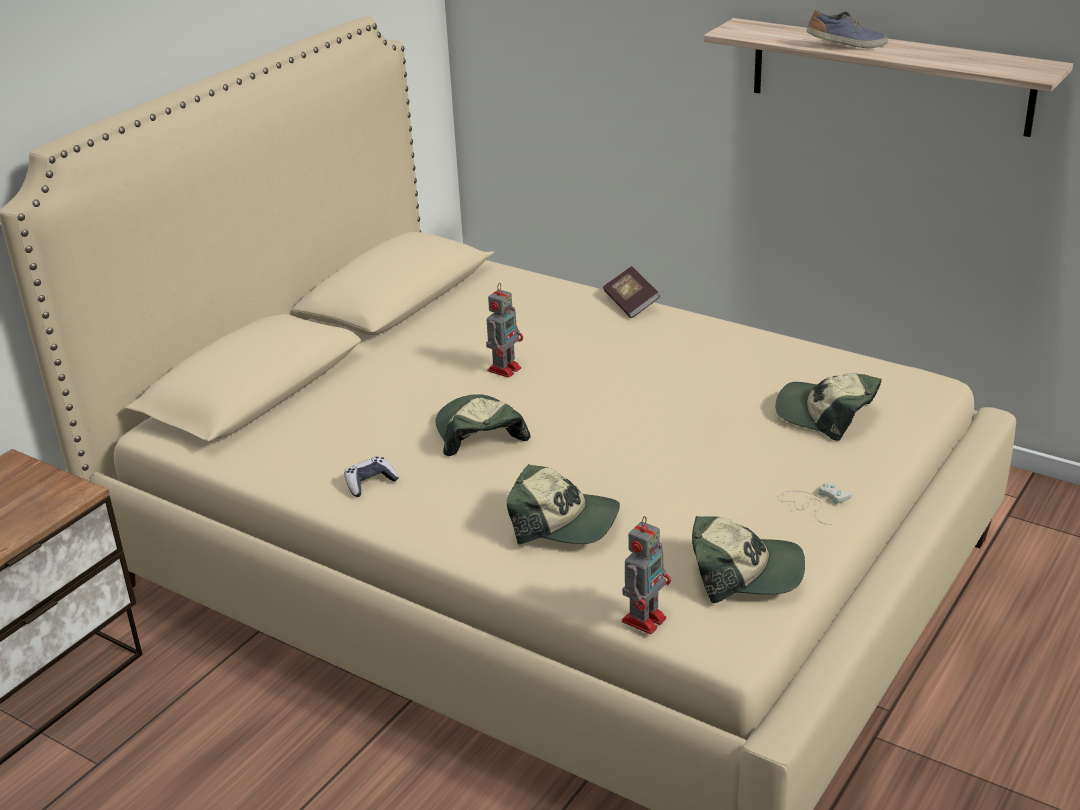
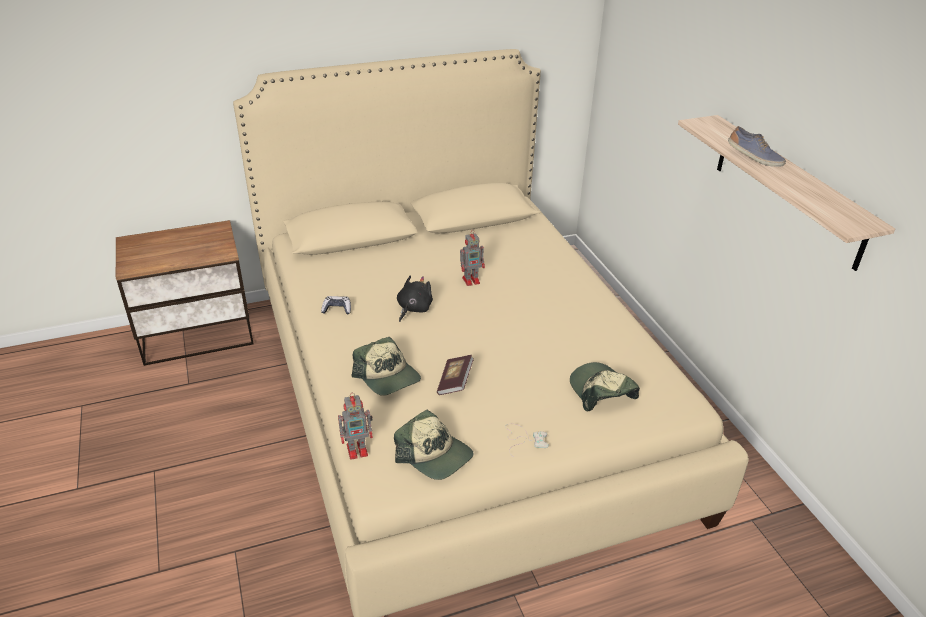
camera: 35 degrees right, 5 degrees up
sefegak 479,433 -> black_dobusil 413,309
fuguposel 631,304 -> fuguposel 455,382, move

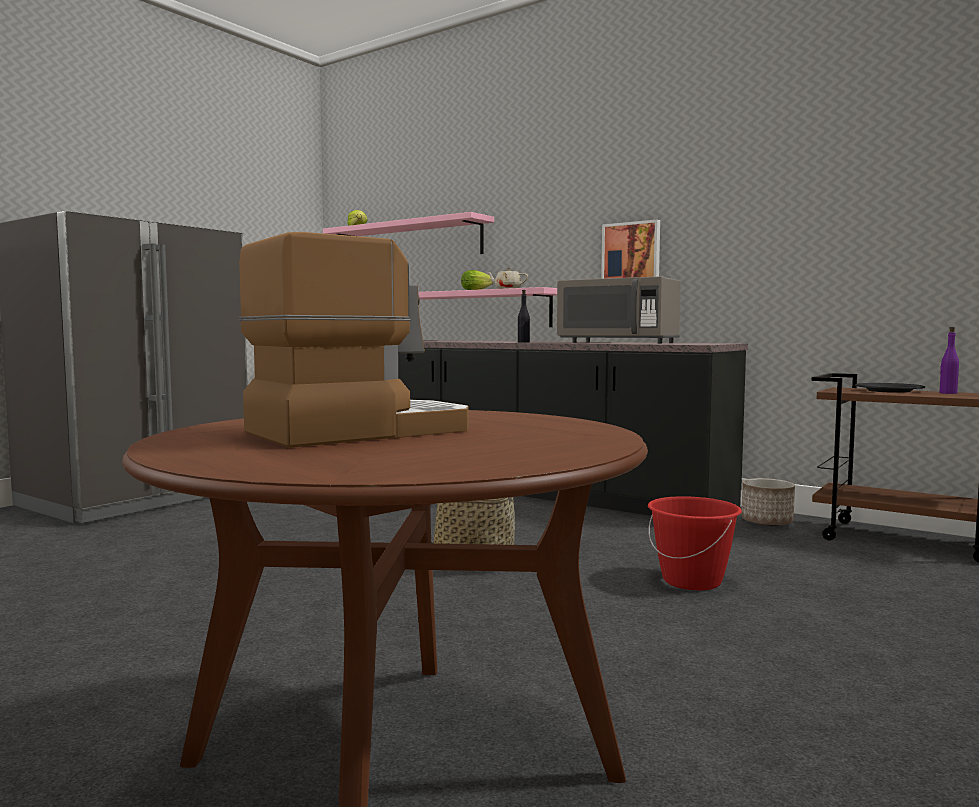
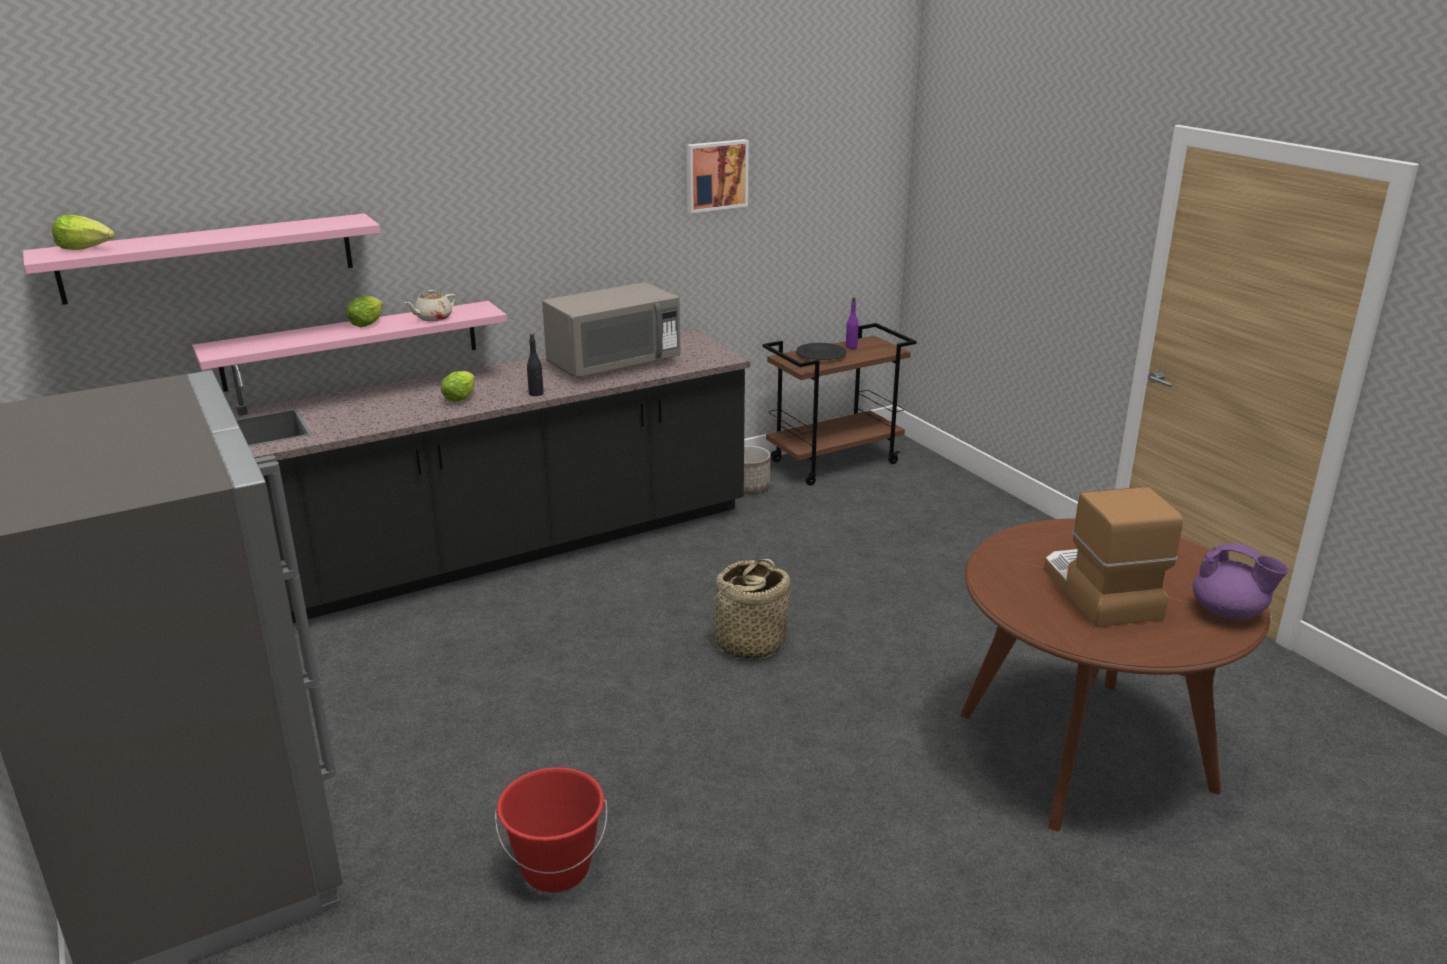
camera: 65 degrees left, 20 degrees up
none -> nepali 461,397
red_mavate 692,581 -> red_mavate 556,869, move
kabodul 631,252 -> kabodul 715,175, move
none -> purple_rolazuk 1229,612

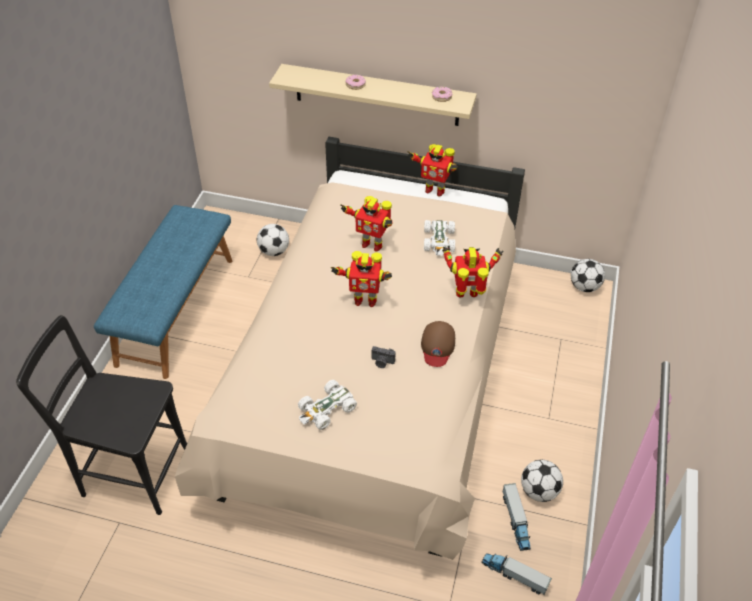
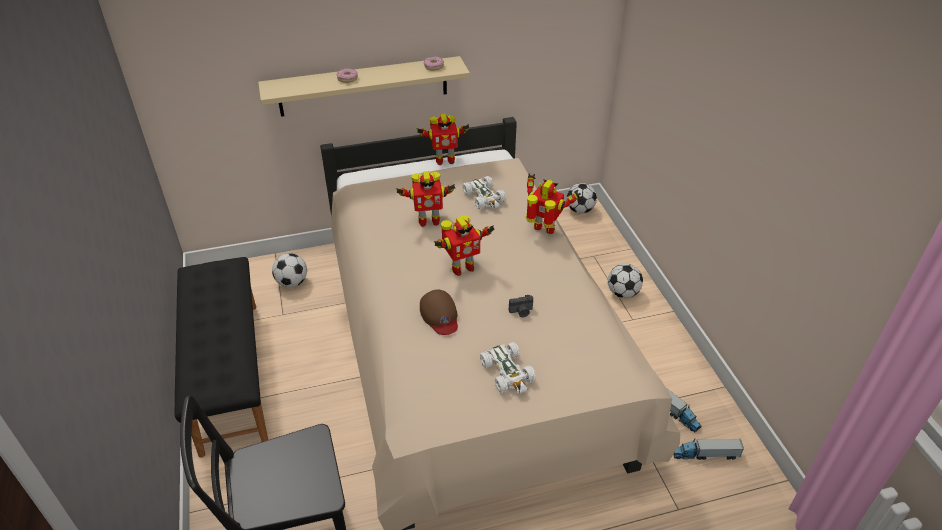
camera: 30 degrees left, 5 degrees down
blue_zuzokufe 175,310 -> black_zuzokufe 228,374
brown_sefegak 437,346 -> brown_sefegak 439,315, move
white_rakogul 326,409 -> white_rakogul 508,372, 45 degrees counterclockwise
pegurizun 467,295 -> pegurizun 544,230, 60 degrees clockwise
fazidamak 539,491 -> fazidamak 622,293, move

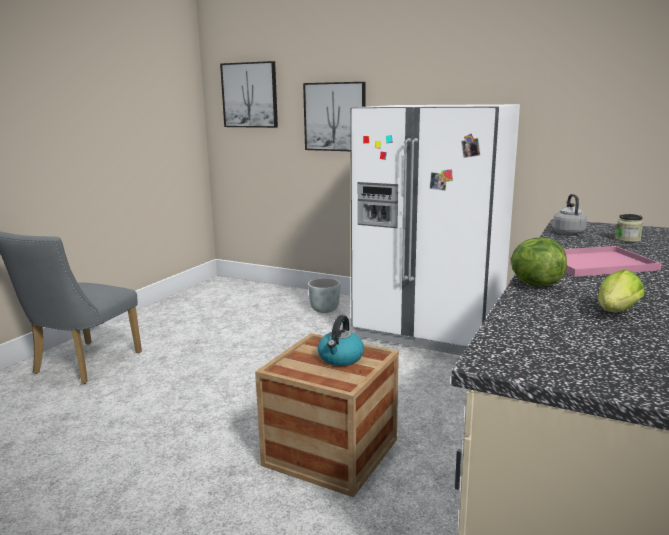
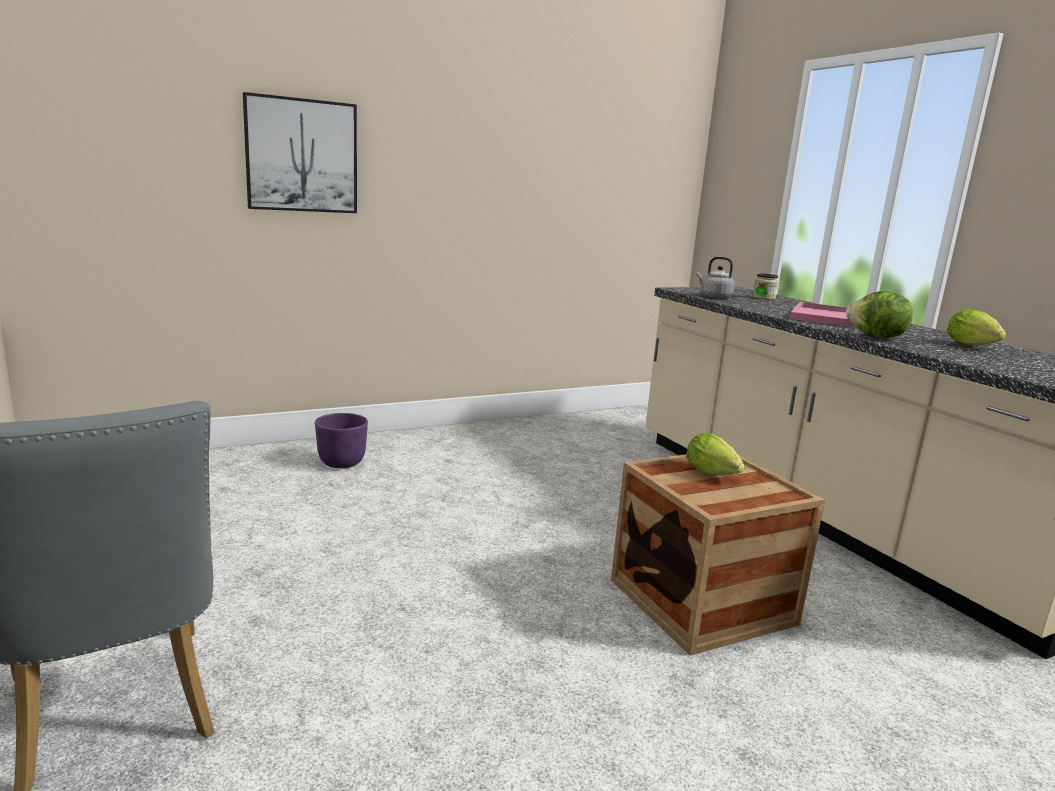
camera: 55 degrees left, 0 degrees up
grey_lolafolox 324,310 -> purple_lolafolox 342,463
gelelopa 340,358 -> nepali 714,475
kabodul 250,95 -> none
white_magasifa 430,329 -> none

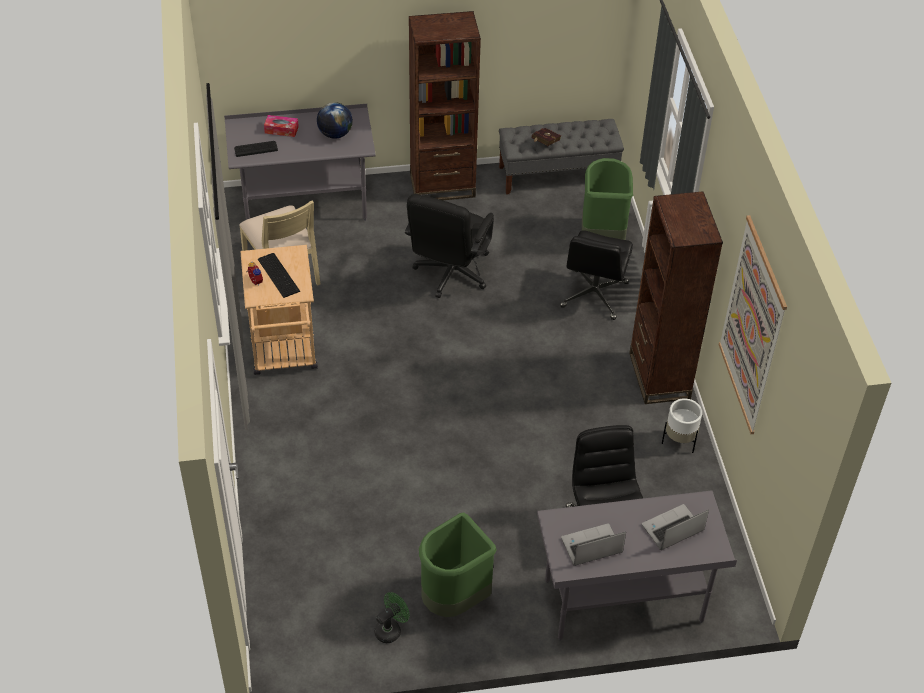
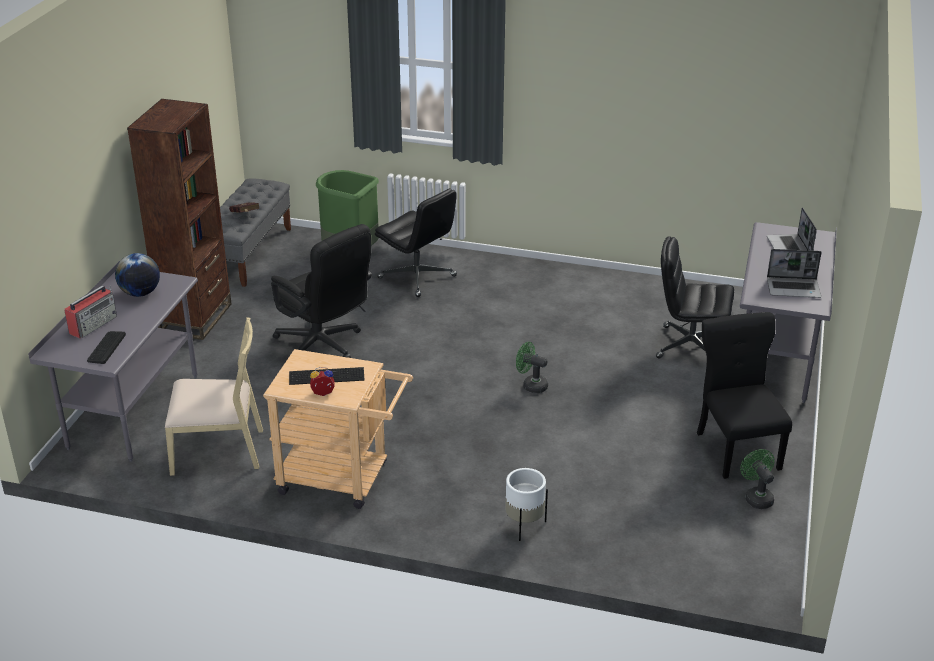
camera: 65 degrees left, 15 degrees down
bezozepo 281,130 -> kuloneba 94,324
white_lolafolox 679,441 -> white_lolafolox 524,525, move
none -> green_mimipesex 531,385
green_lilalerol 455,600 -> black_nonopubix 736,449
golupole 591,547 -> golupole 794,288, 90 degrees counterclockwise
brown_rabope 659,376 -> none
kabodul 752,326 -> none

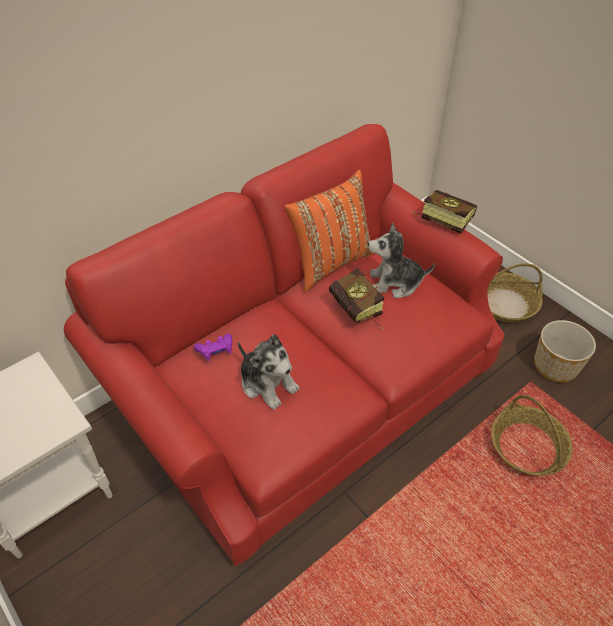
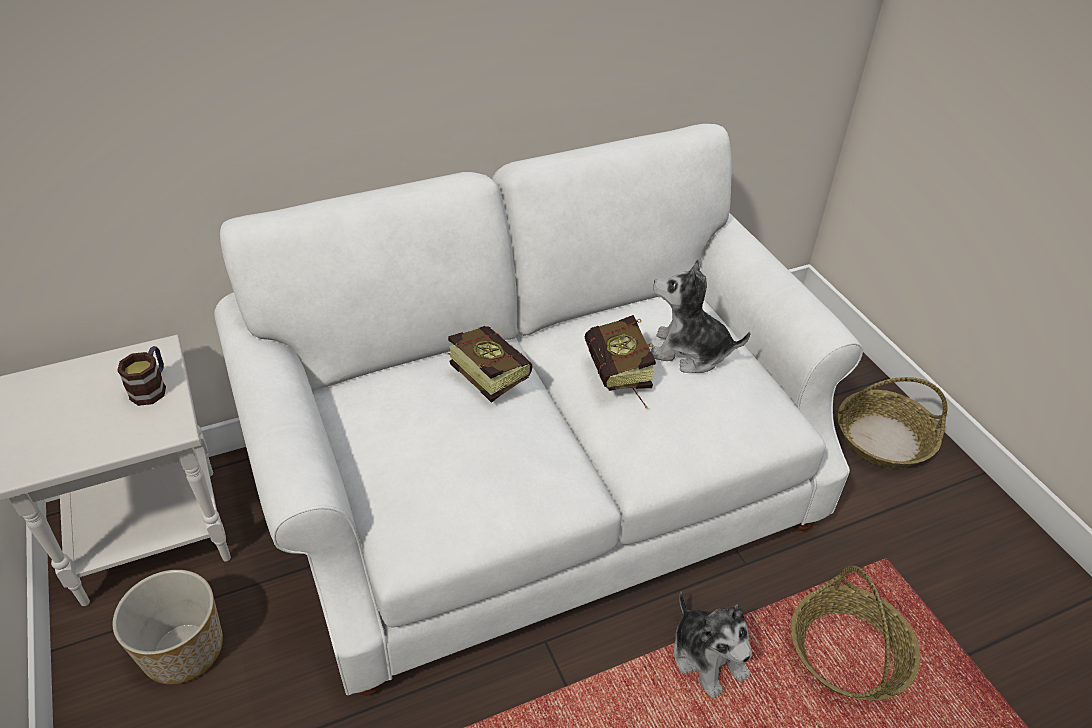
camera: 15 degrees right, 5 degrees down
lolafolox 555,366 -> lolafolox 182,650, move
none -> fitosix 152,387
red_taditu 306,389 -> white_taditu 542,486
fuguposel 441,219 -> fuguposel 484,372, move
dobusil 268,383 -> dobusil 708,657, move
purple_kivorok 216,351 -> none
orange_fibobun 330,262 -> none

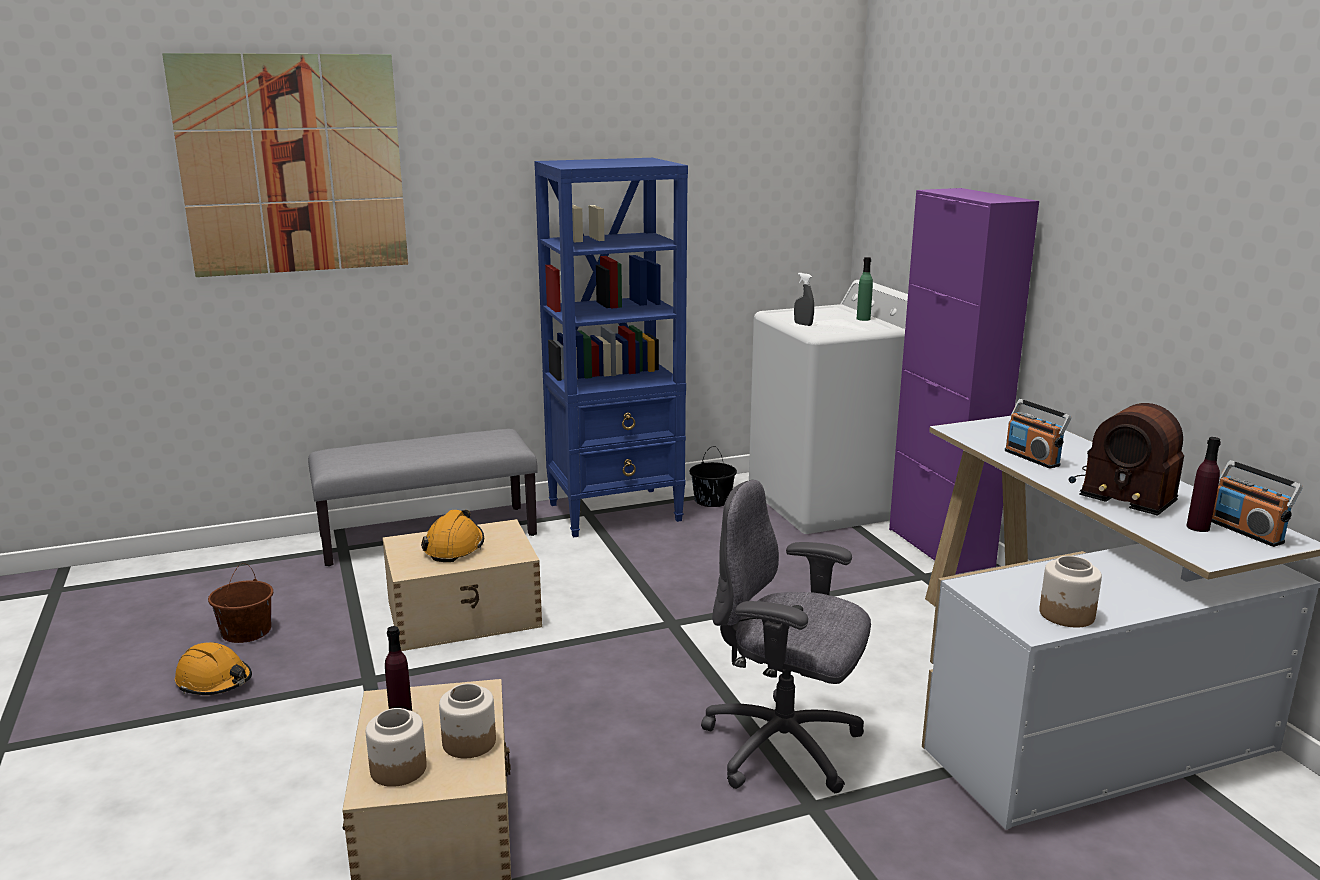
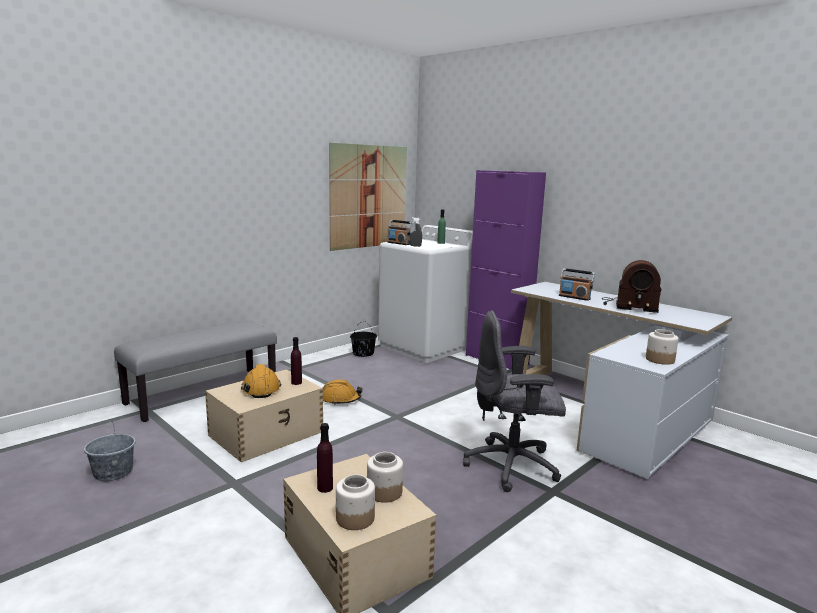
camera: 25 degrees left, 5 degrees down
brown_mavate 246,631 -> grey_mavate 113,472
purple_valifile 1198,527 -> purple_valifile 296,382, move
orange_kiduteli 214,681 -> orange_kiduteli 340,399, move
kabodul 293,165 -> kabodul 369,196, move
kuloneba 1246,532 -> kuloneba 398,243, move
blue_rabope 616,512 -> none

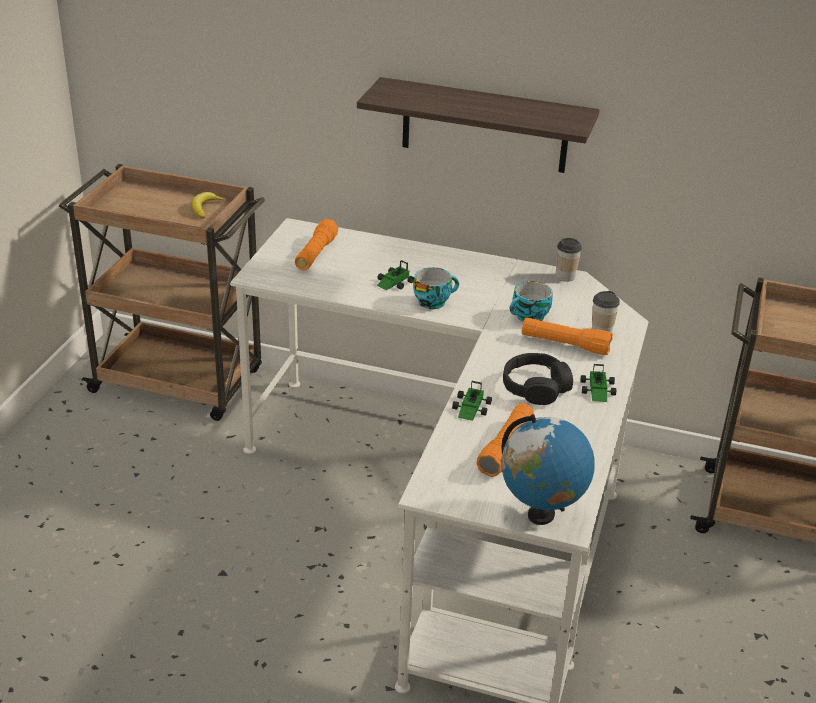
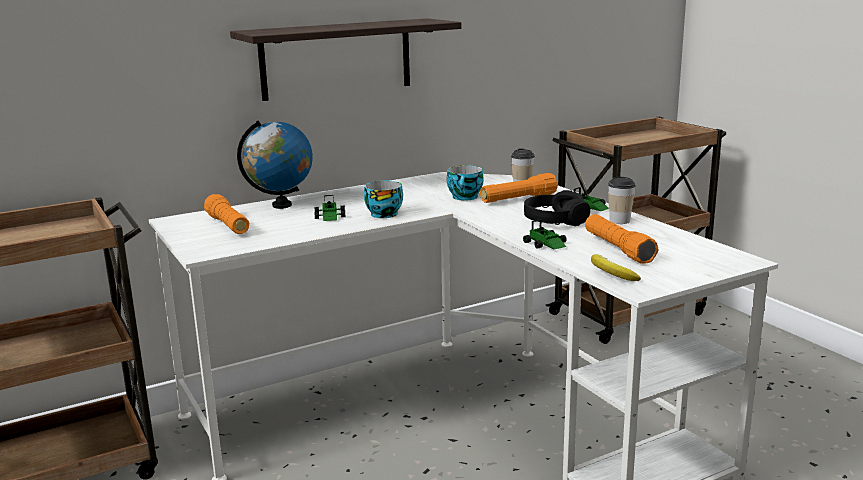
camera: 45 degrees left, 15 degrees down
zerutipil 540,515 -> zerutipil 281,205, move
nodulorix 205,208 -> nodulorix 611,273, move
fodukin 565,276 -> fodukin 619,221, move

